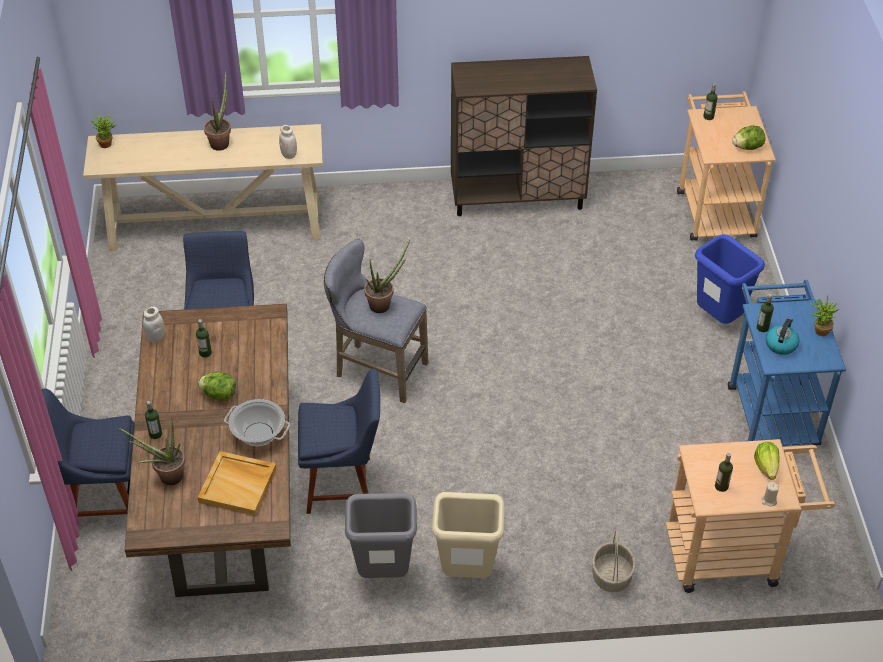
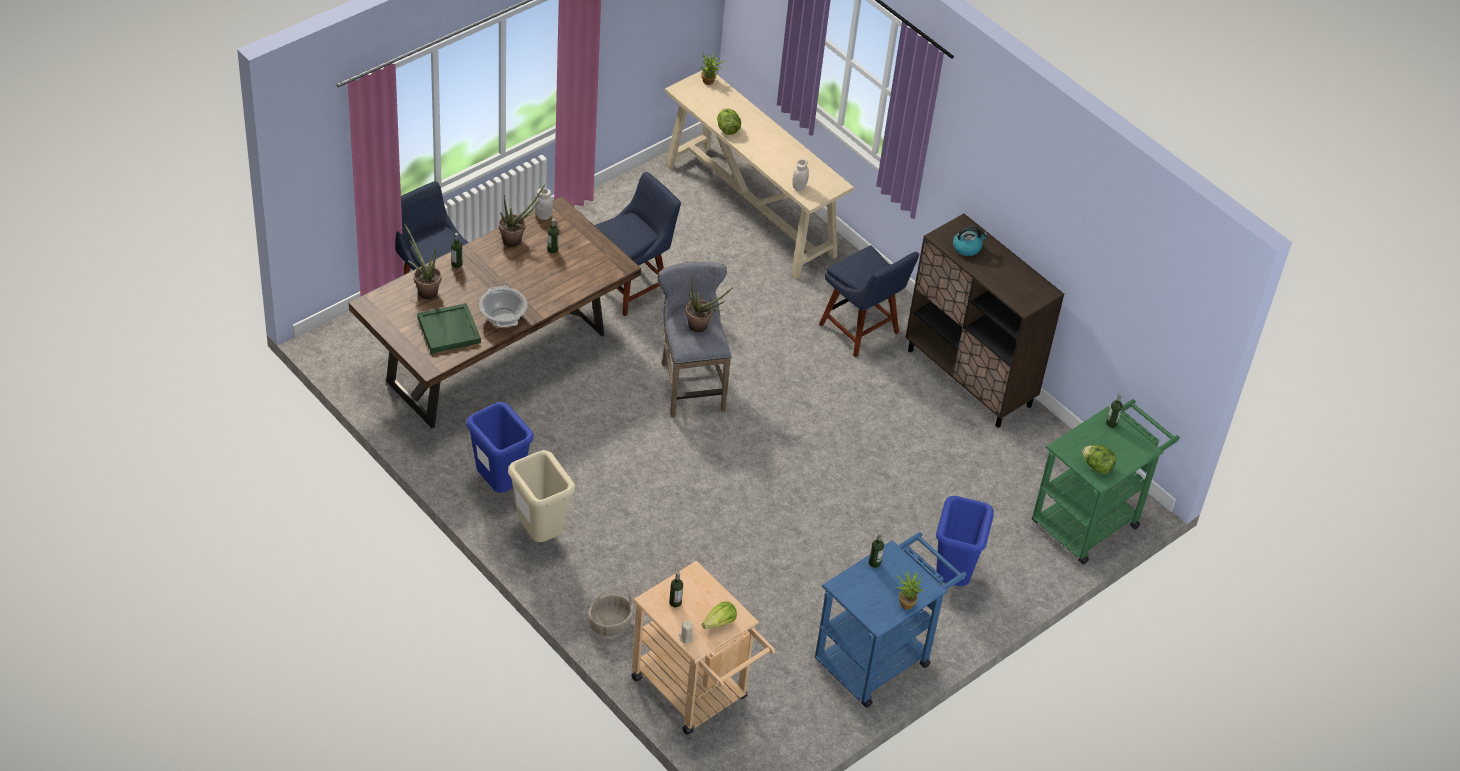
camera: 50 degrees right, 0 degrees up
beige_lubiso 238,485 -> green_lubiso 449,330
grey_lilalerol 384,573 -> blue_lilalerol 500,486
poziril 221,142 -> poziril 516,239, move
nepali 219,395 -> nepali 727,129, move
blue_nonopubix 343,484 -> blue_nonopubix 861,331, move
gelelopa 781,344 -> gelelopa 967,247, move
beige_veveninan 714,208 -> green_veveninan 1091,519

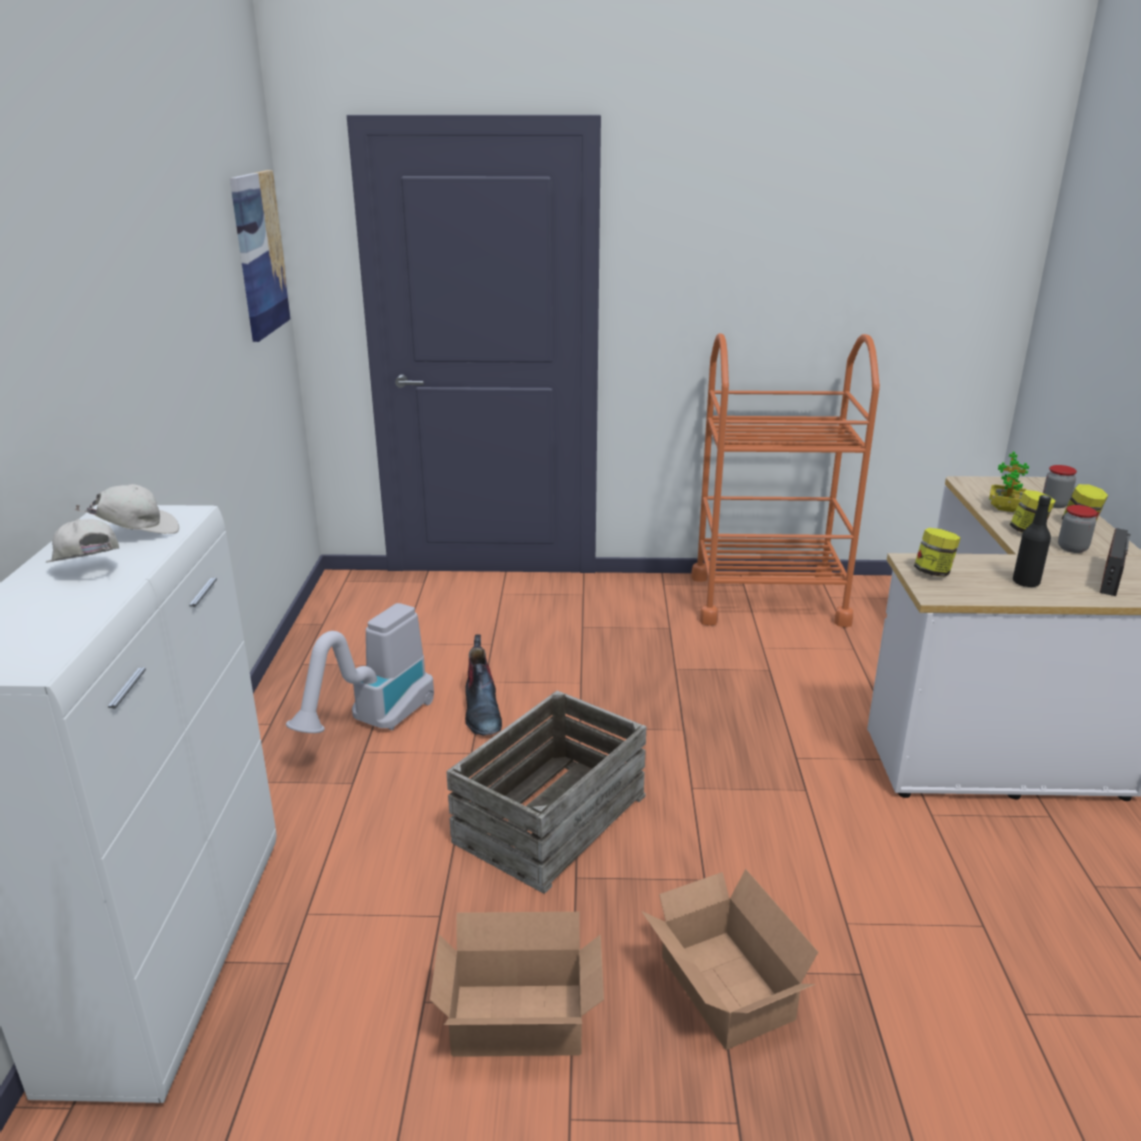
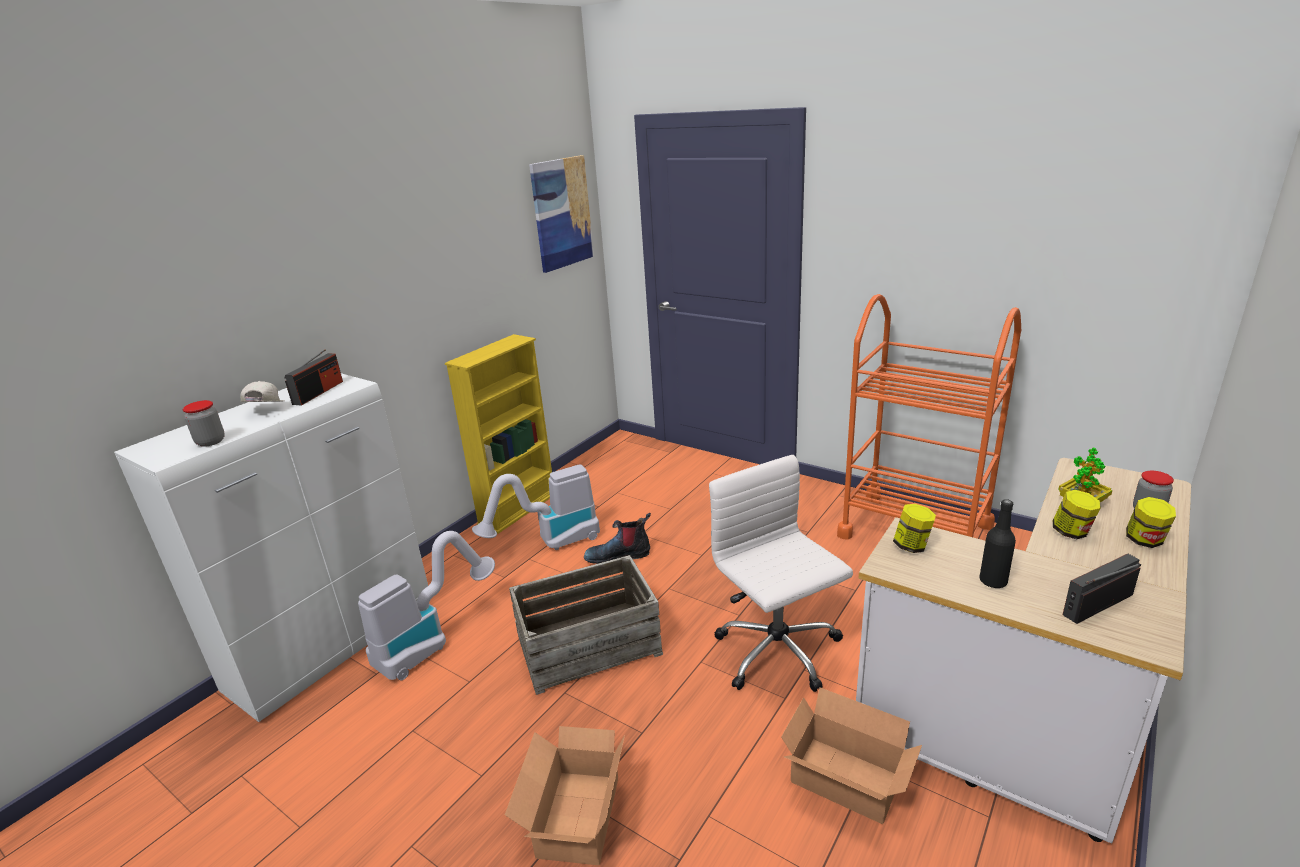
camera: 35 degrees right, 0 degrees up
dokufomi 1072,548 -> dokufomi 211,441, move
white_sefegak 138,533 -> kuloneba 318,392
none -> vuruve 431,640
none -> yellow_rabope 518,509
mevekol 482,712 -> mevekol 619,555, 60 degrees clockwise
none -> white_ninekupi 778,653
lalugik 521,1024 -> lalugik 846,783, move

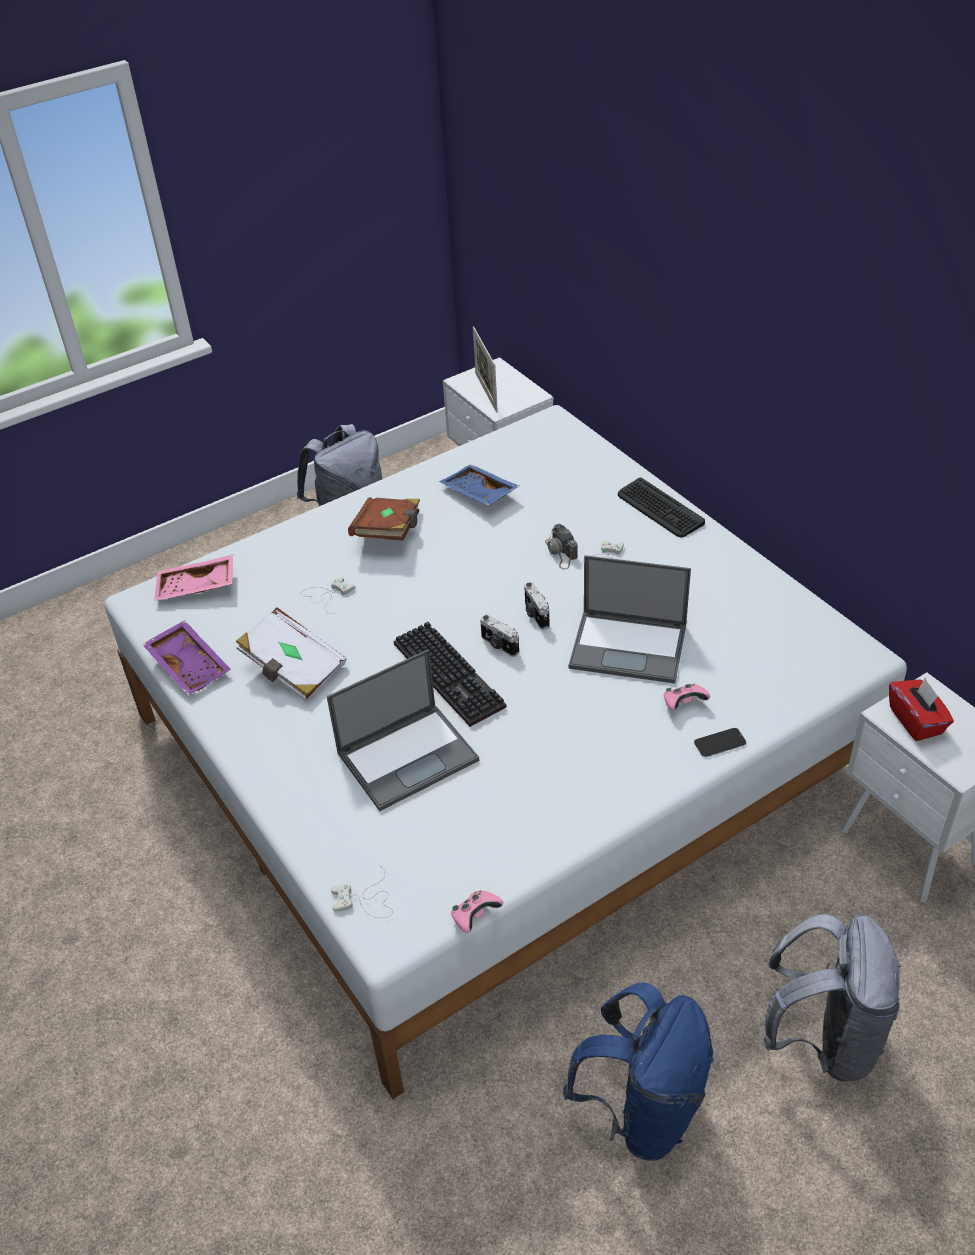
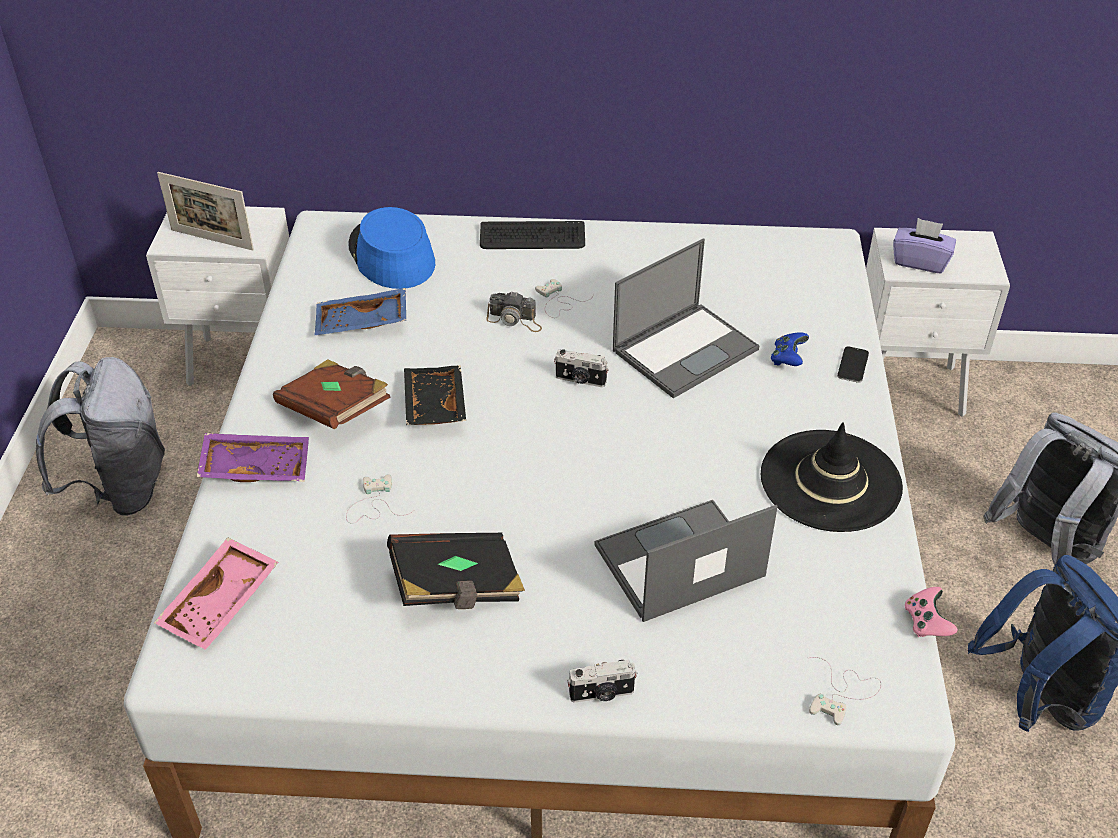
camera: 55 degrees left, 0 degrees up
purple_lubiso 190,665 -> purple_lubiso 256,466, move
none -> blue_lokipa 391,255
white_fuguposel 293,669 -> black_fuguposel 457,587
none -> black_lubiso 433,405
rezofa 499,645 -> rezofa 602,694, move
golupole 409,755 -> golupole 677,562, 120 degrees counterclockwise
none -> black_lokipa 830,481
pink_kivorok 683,704 -> blue_kivorok 787,359
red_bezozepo 916,721 -> purple_bezozepo 920,261
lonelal 452,675 -> none

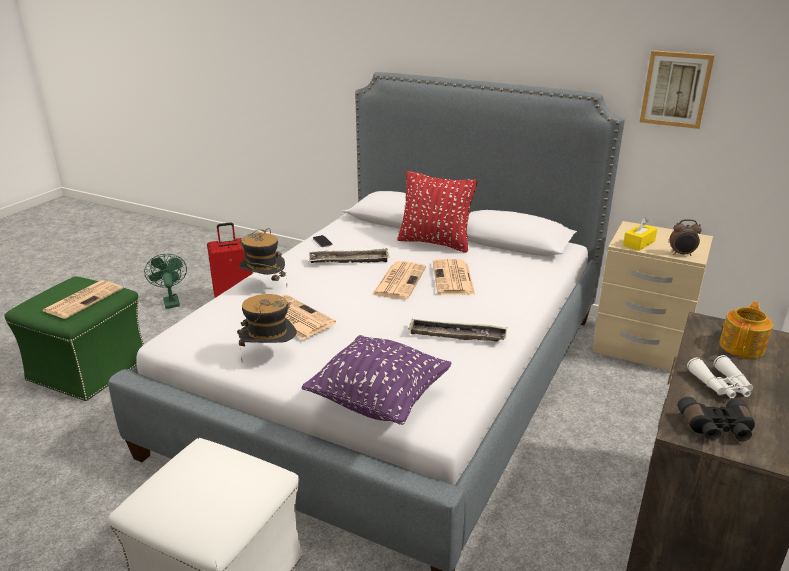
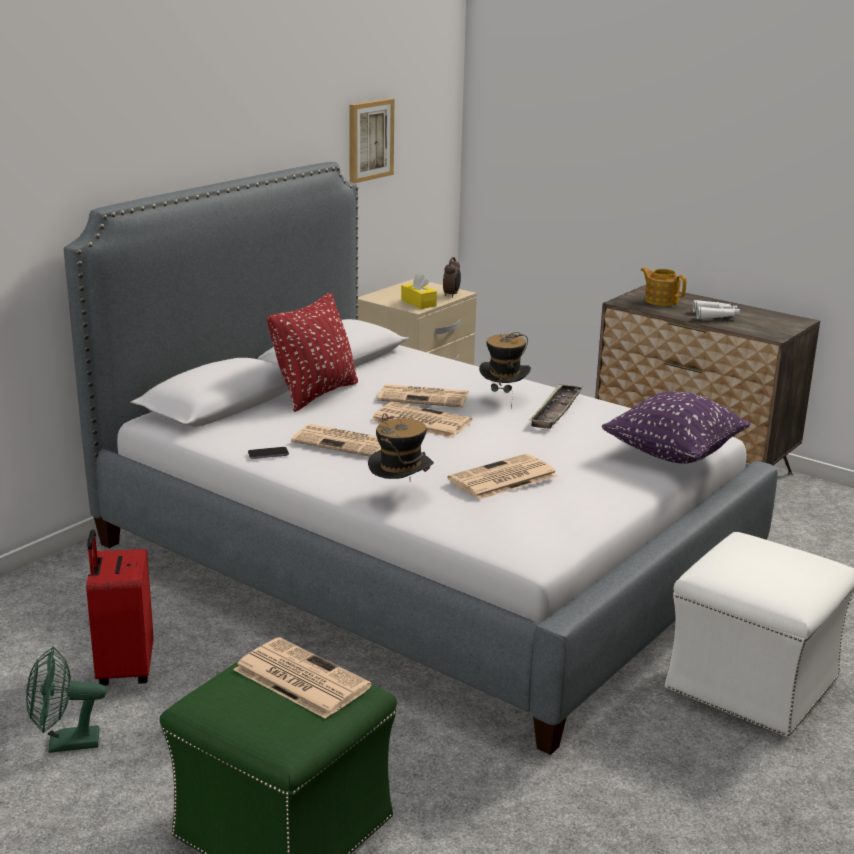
camera: 80 degrees left, 5 degrees down
lubiso 349,261 -> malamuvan 345,442
lokipa 269,356 -> lokipa 503,399, move
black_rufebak 716,429 -> none

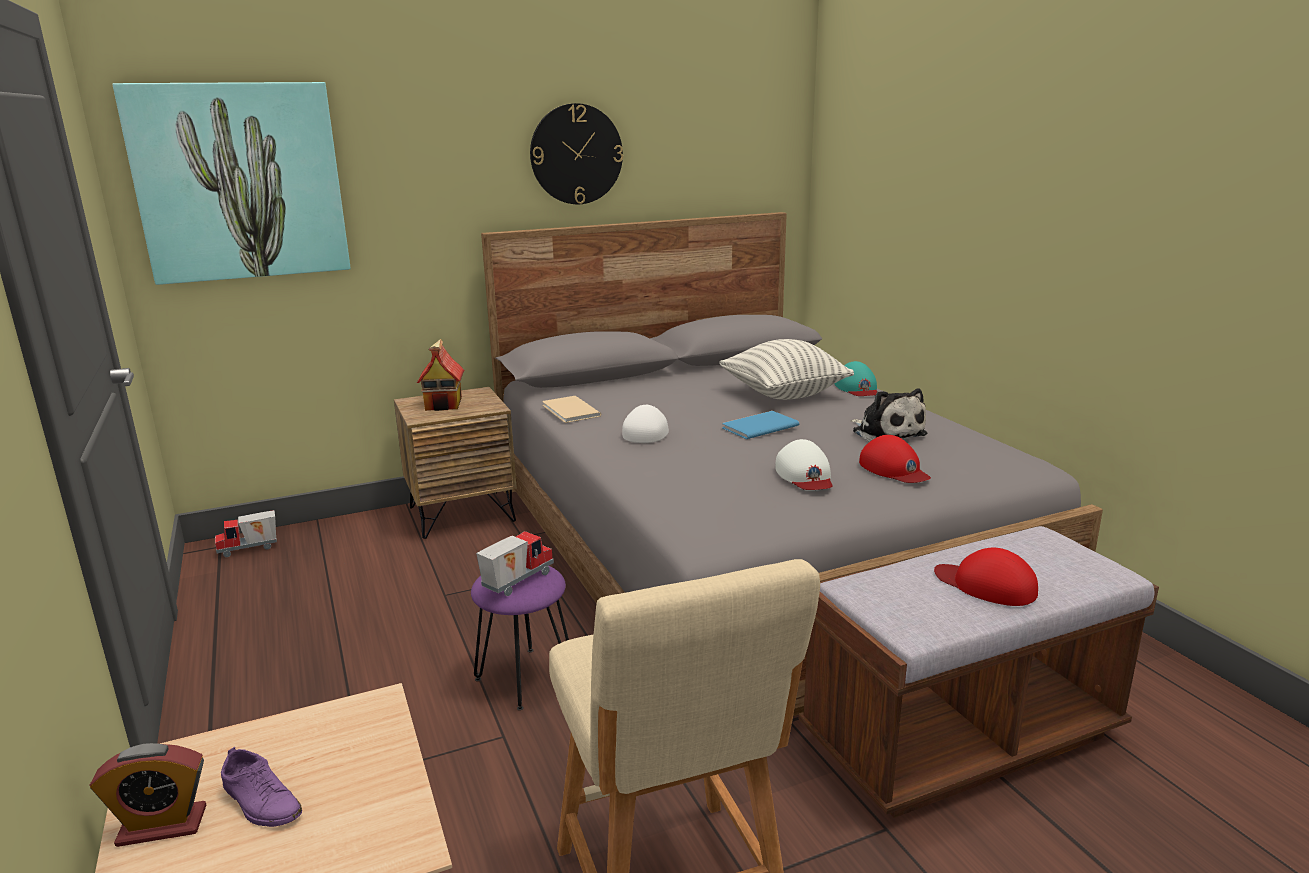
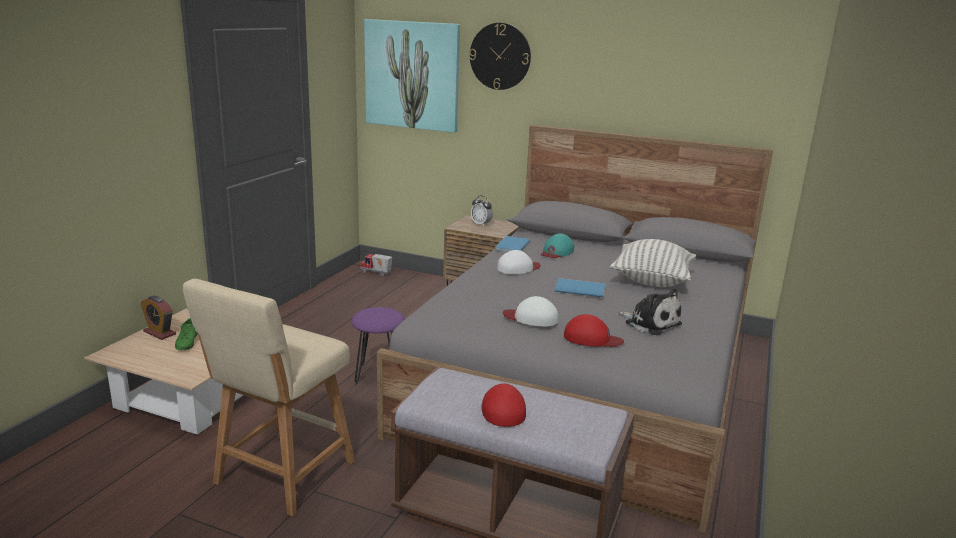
camera: 45 degrees right, 0 degrees up
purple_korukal 261,801 -> green_korukal 187,341
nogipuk 576,154 -> nogipuk 500,56, move
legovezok 444,404 -> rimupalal 481,224
beige_fuguposel 570,411 -> blue_fuguposel 510,246
white_sefegak 805,475 -> white_sefegak 531,318, 75 degrees clockwise
turquoise_sefegak 857,388 -> turquoise_sefegak 556,252, move
red_sefegak 894,469 -> red_sefegak 592,338, 90 degrees counterclockwise
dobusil 886,433 -> dobusil 650,323, 60 degrees counterclockwise
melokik 516,581 -> none

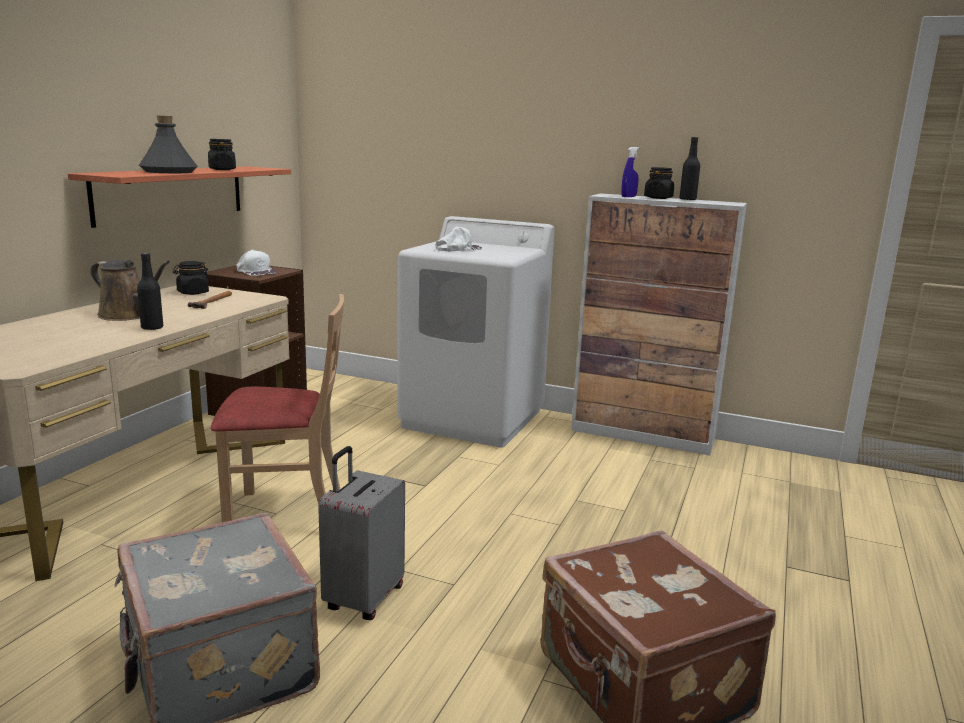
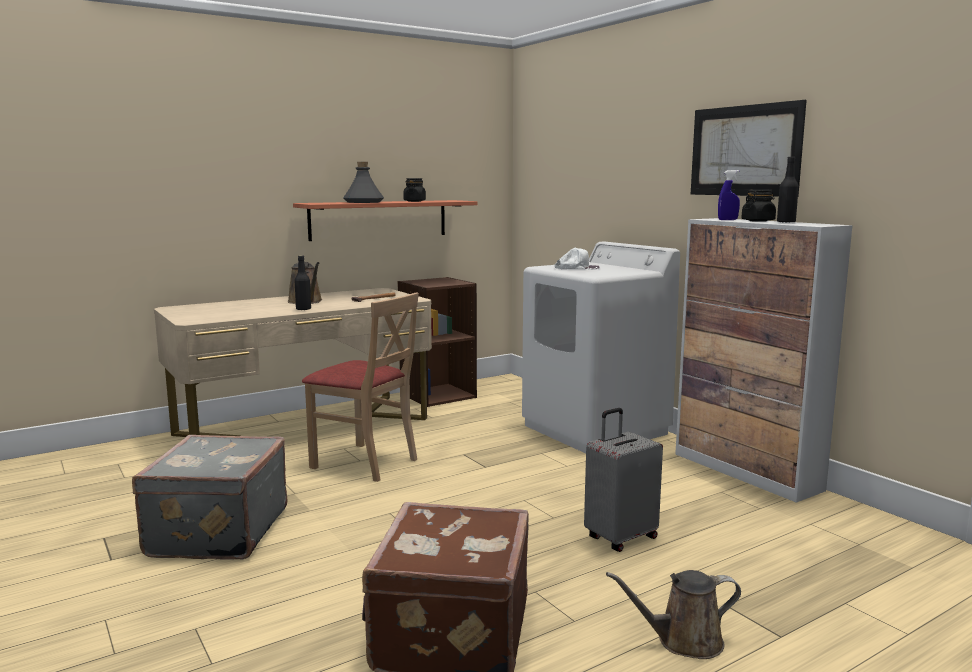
camera: 35 degrees right, 5 degrees down
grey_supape 362,598 -> grey_supape 620,537, move
none -> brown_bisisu 683,641
none -> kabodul 744,151
black_dokufomi 192,293 -> none
white_sefegak 256,272 -> none

